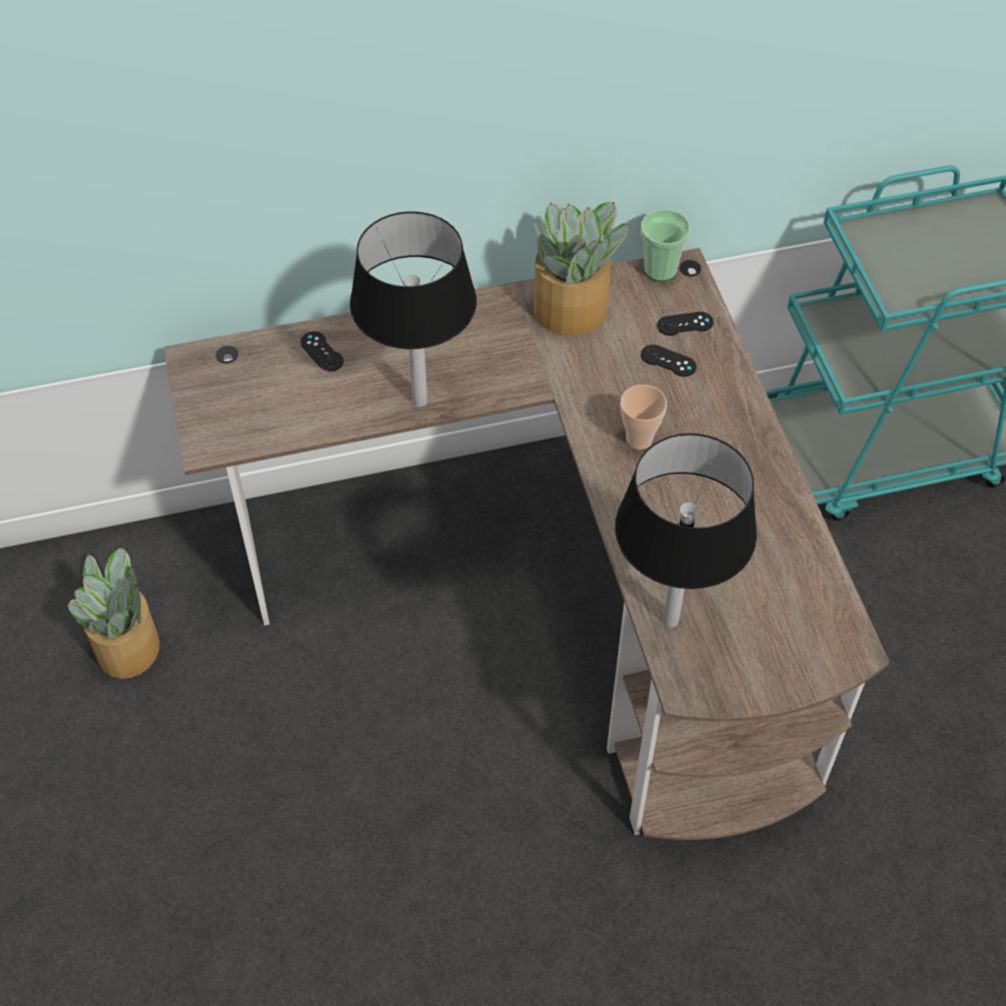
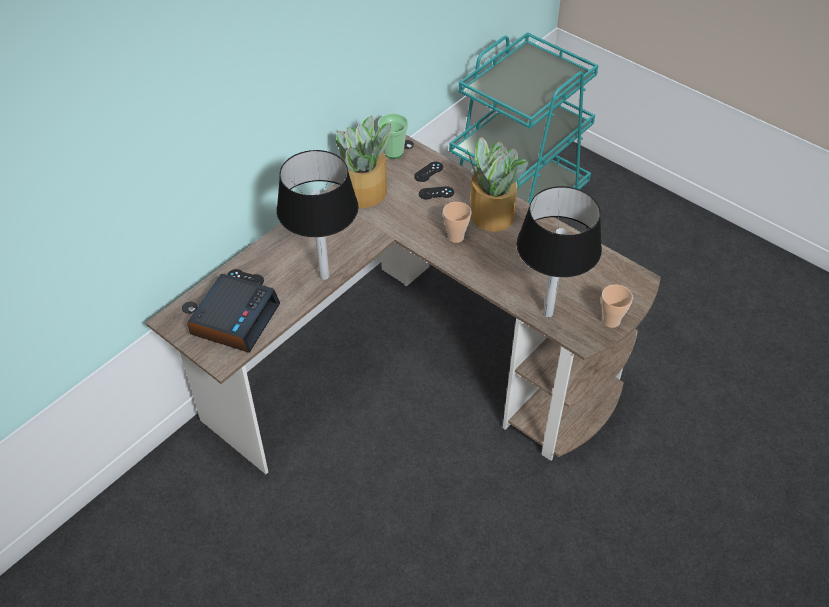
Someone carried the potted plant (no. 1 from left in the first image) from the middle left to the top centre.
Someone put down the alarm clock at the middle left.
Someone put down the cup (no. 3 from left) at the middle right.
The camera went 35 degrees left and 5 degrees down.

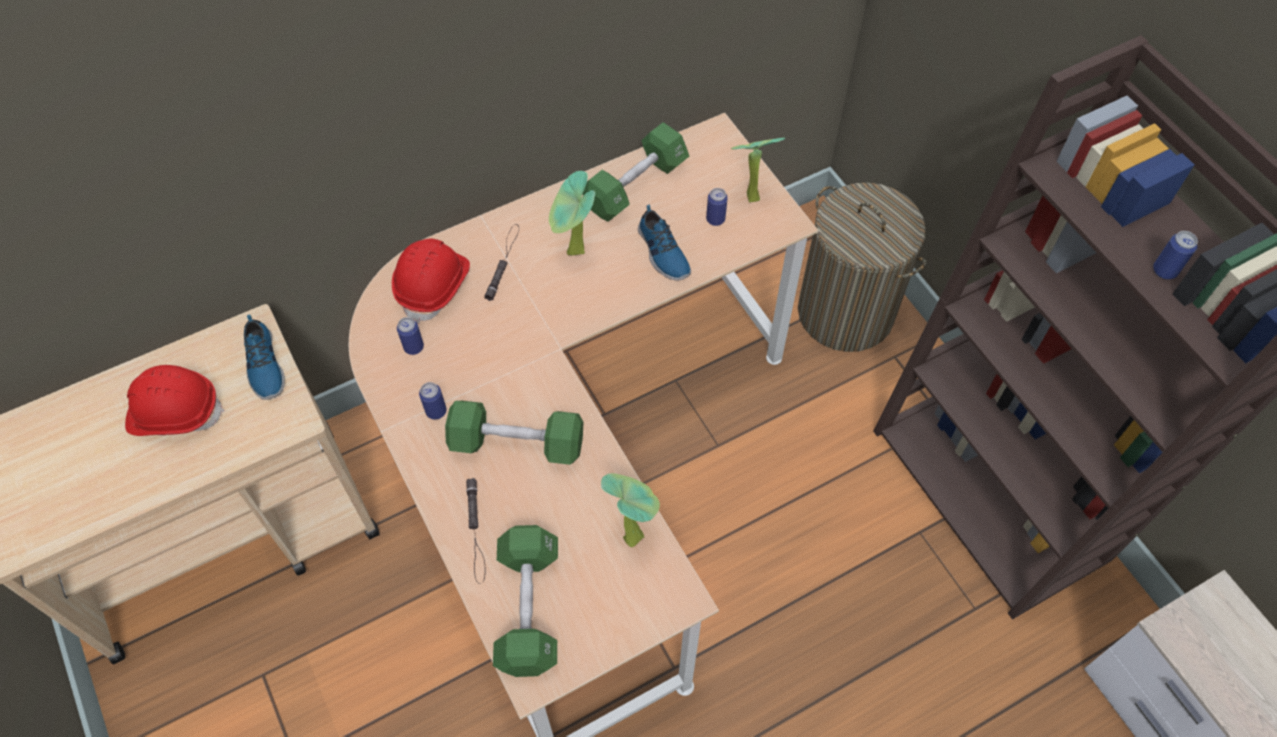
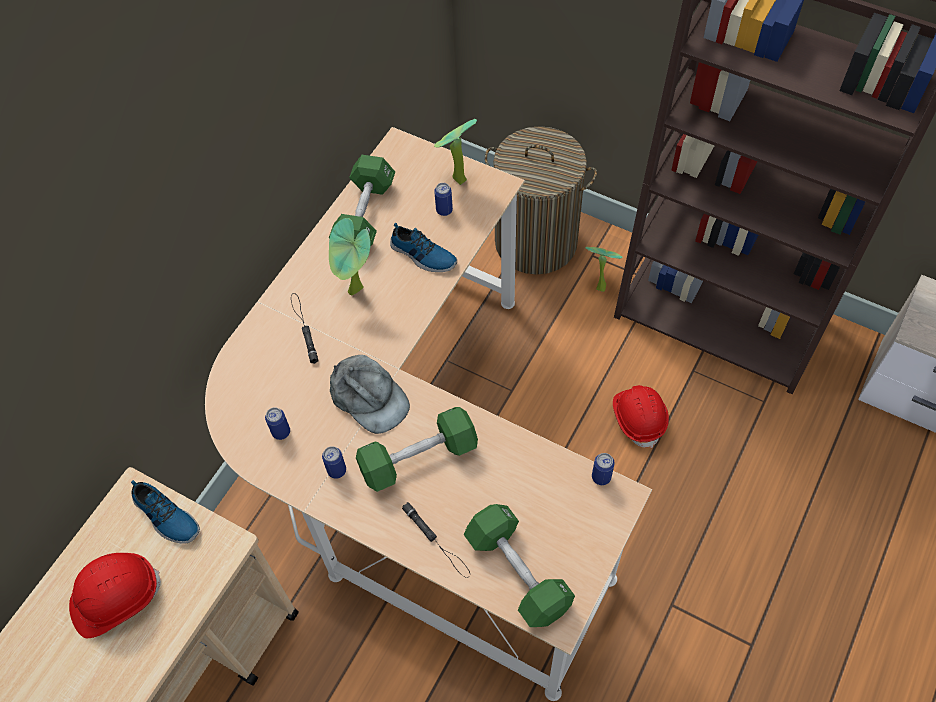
Someone carried the red safety helmet (no. 2 from left) from the centre to the middle right.
Someone carried the potted plant (no. 2 from left in the first image) from the bottom centre to the centre.
Someone carried the can (no. 4 from left) from the middle right to the bottom centre.
Someone put down the greyish peaked cap at the centre.
The camera went 30 degrees left and 0 degrees up.

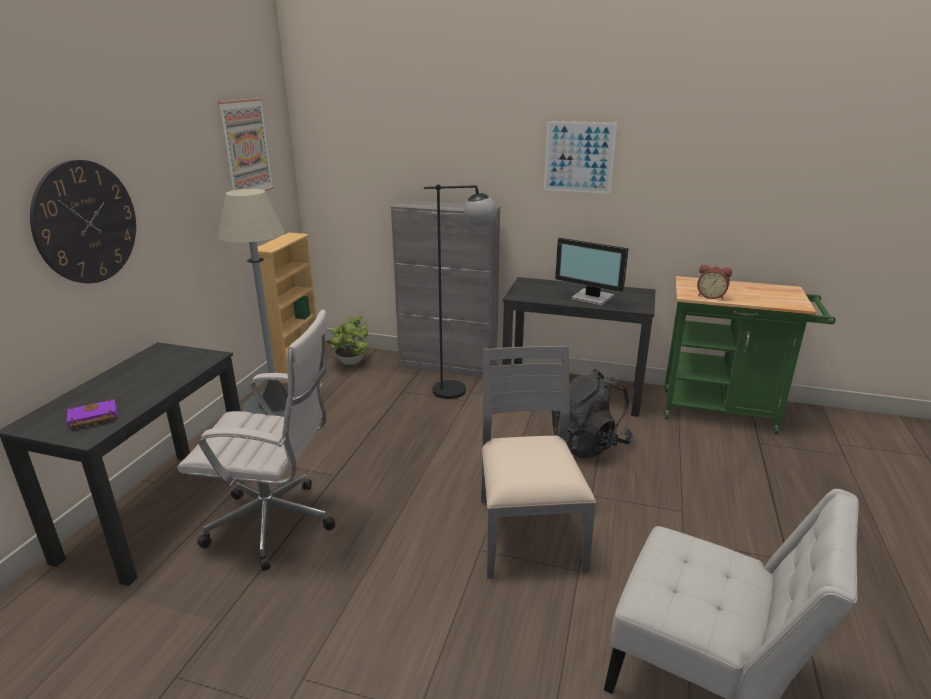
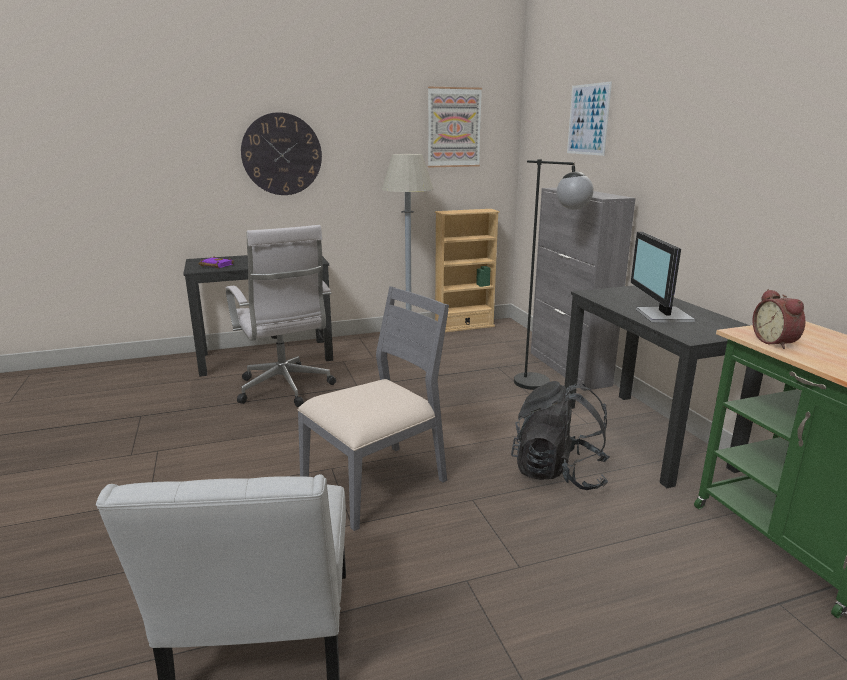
Someone took away the potted plant at the centre.
Someone carried the wall art (no. 2 from left) from the top centre to the top right.
The camera went 55 degrees right and 5 degrees down.

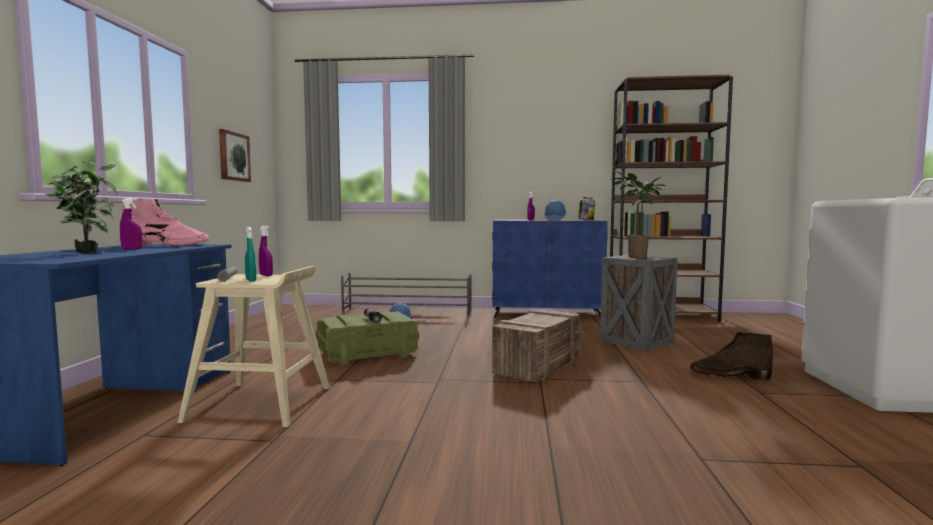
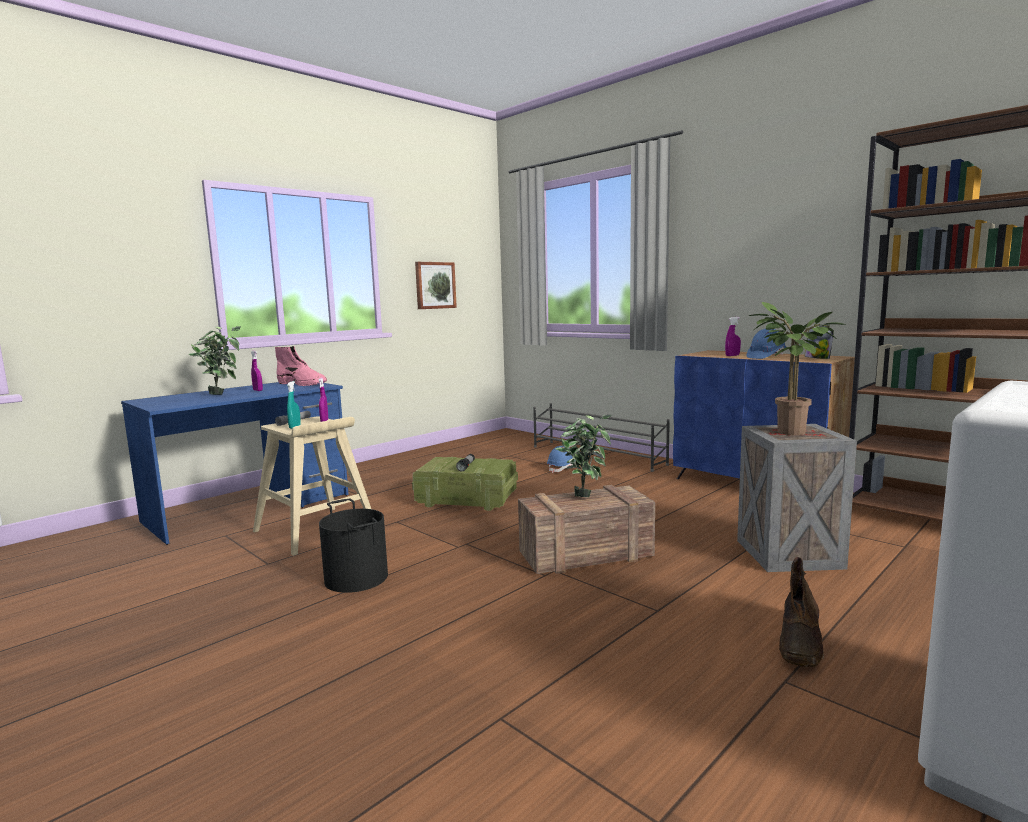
Someone rotated the brownish high-top boot at the bottom right by 120 degrees counterclockwise.
Someone put down the black pail at the centre.
Someone put down the potted plant (no. 2 from left) at the centre.
The camera went 40 degrees right and 5 degrees up.

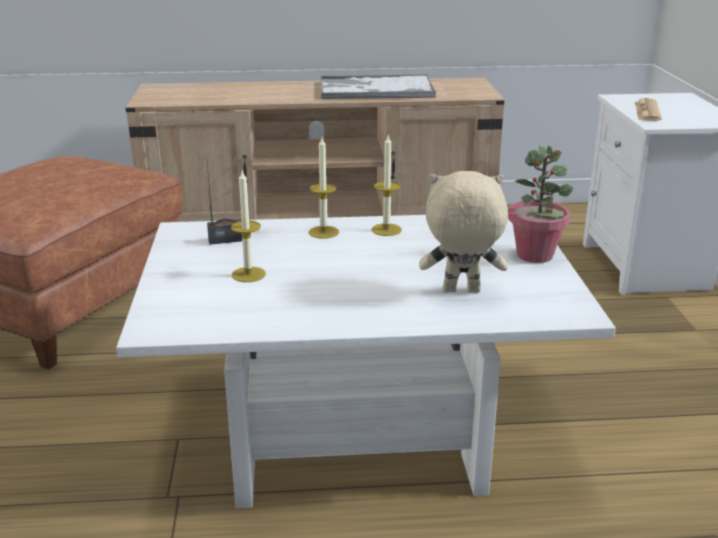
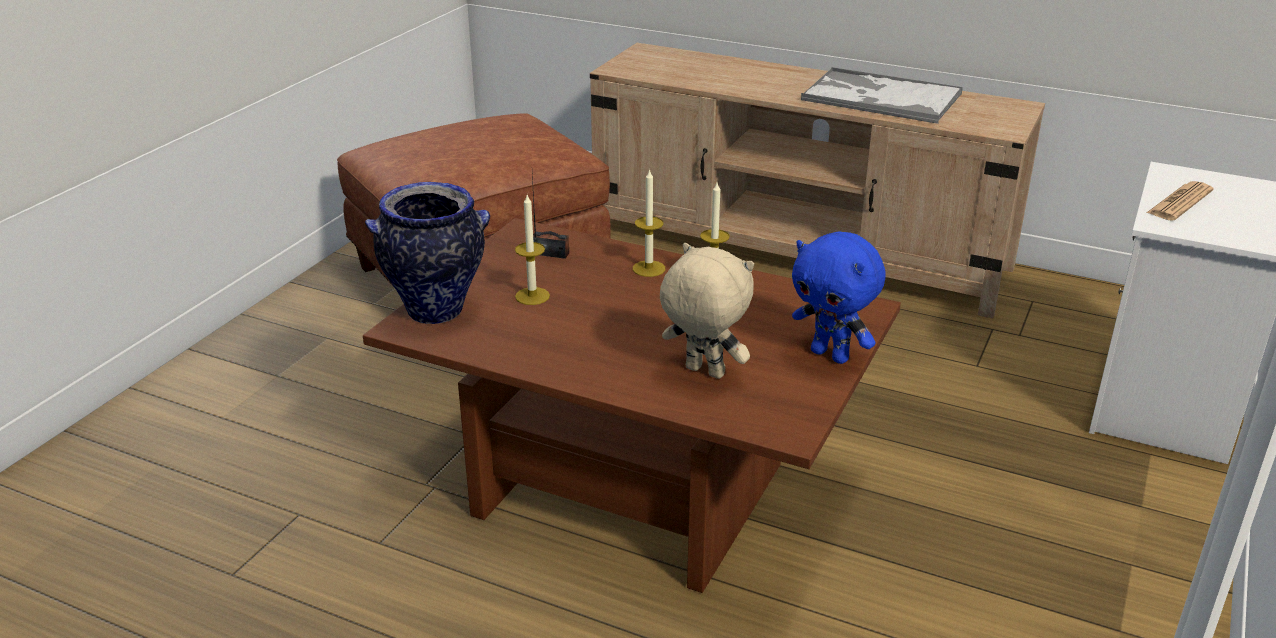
Someone repainted the white-coloured lounge table at the bottom centre, which became the brownish lounge table at the centre.
Someone swapped the potted plant at the middle right for the blue-coloured soft toy at the centre.
Someone put down the vase at the centre.
The camera went 30 degrees right and 5 degrees up.

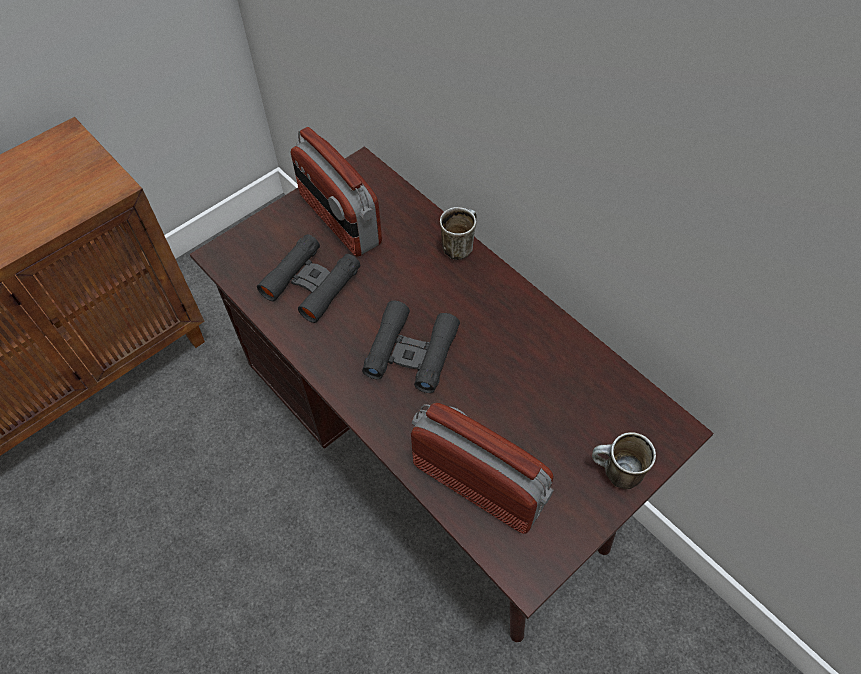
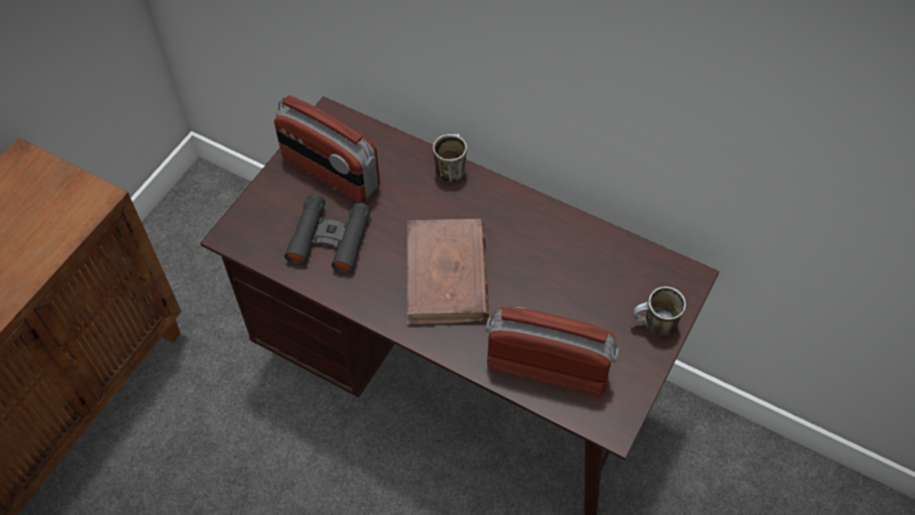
Someone swapped the black field glasses (no. 2 from left) at the centre for the brownish book at the centre.
The camera went 20 degrees left and 0 degrees up.

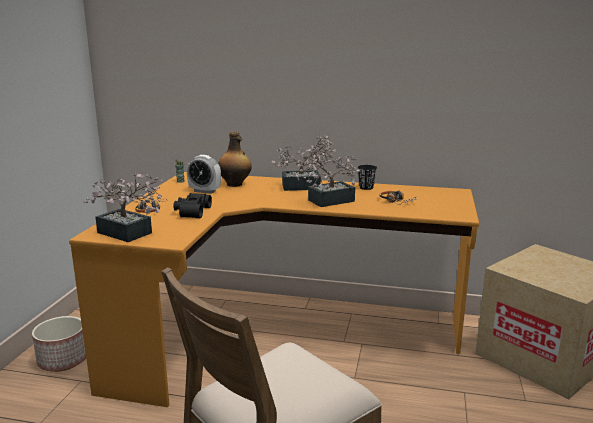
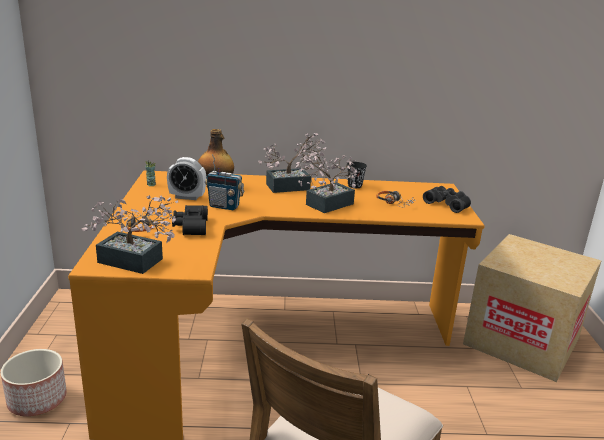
Someone put down the radio set at the centre.
Someone put down the black field glasses (no. 2 from left) at the middle right.
The camera went 15 degrees left and 5 degrees up.

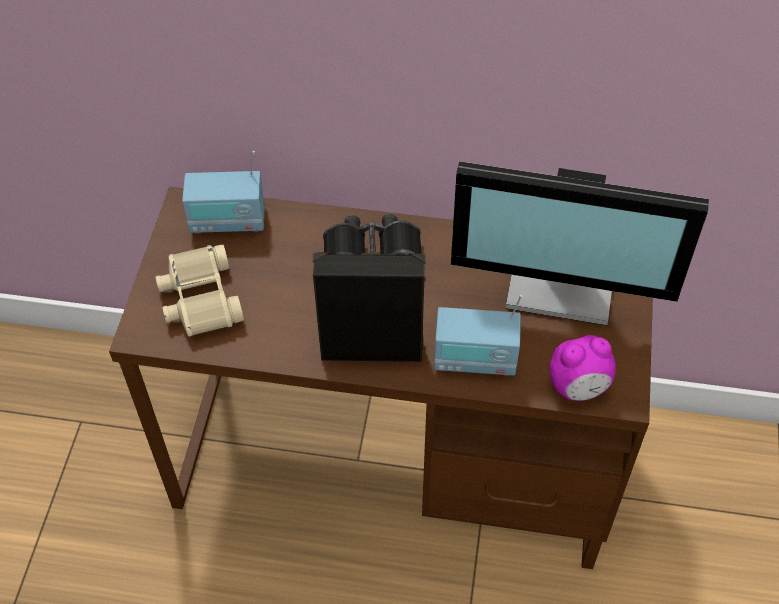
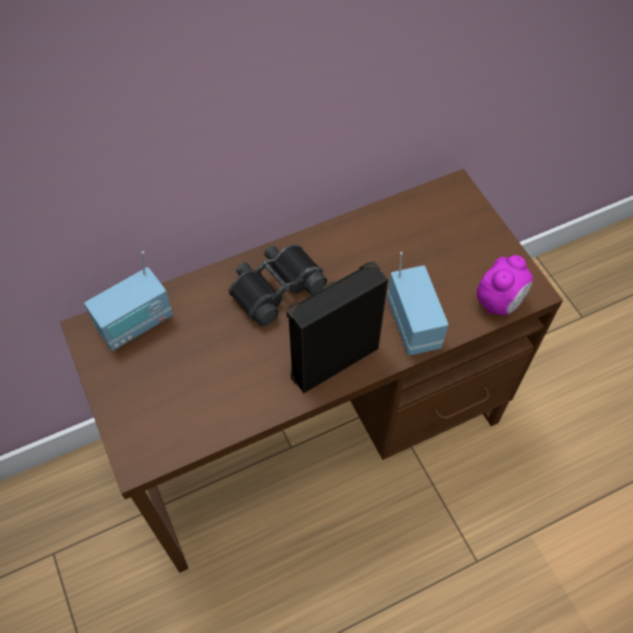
Someone took away the sand-coloured field glasses at the middle left.
Someone rotated the radio set (no. 2 from left) at the centre by 75 degrees counterclockwise.
Someone took away the monitor at the middle right.
The camera went 35 degrees left and 5 degrees up.

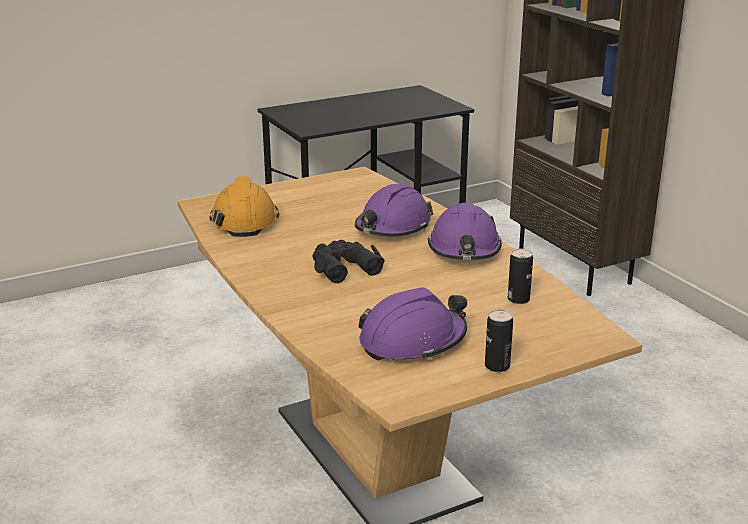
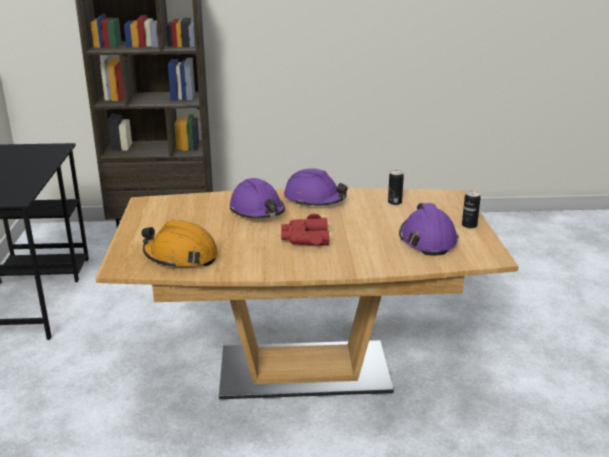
Someone repainted the black field glasses at the centre, which became the red field glasses at the centre.
The camera went 65 degrees left and 0 degrees up.

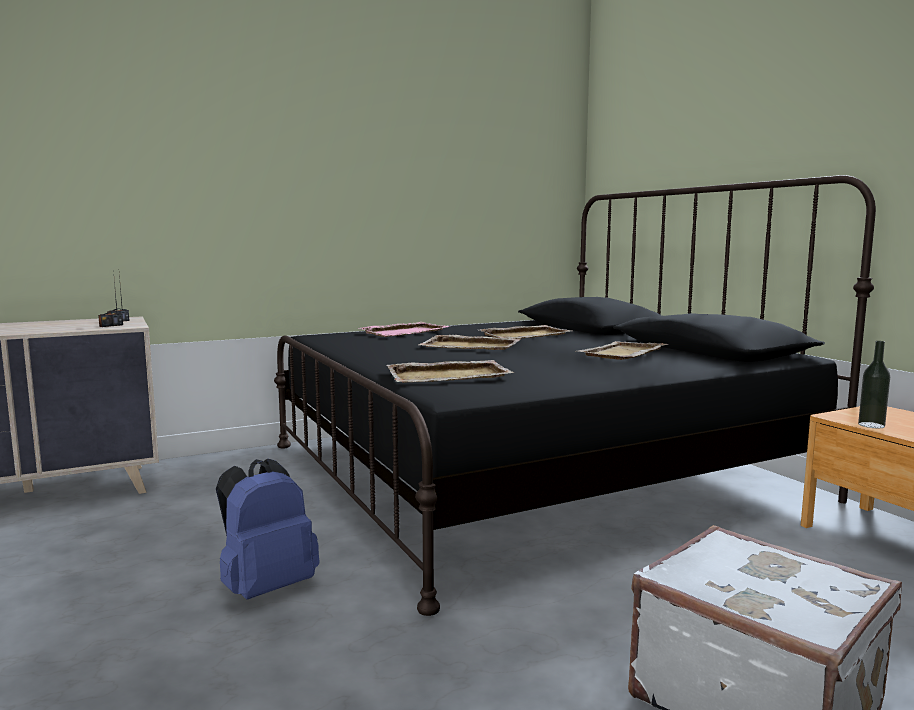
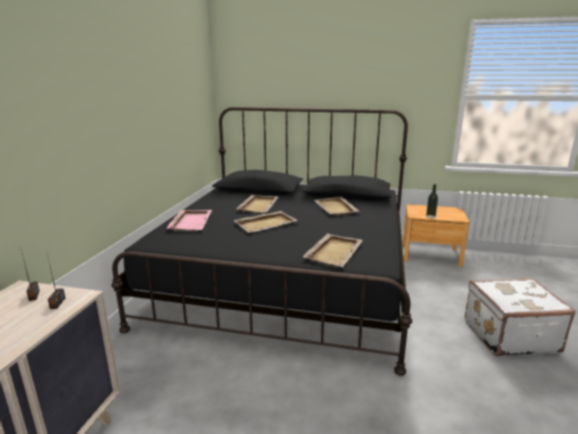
Someone took away the blue-coloured rucksack at the bottom left.
The camera went 50 degrees left and 10 degrees up.

